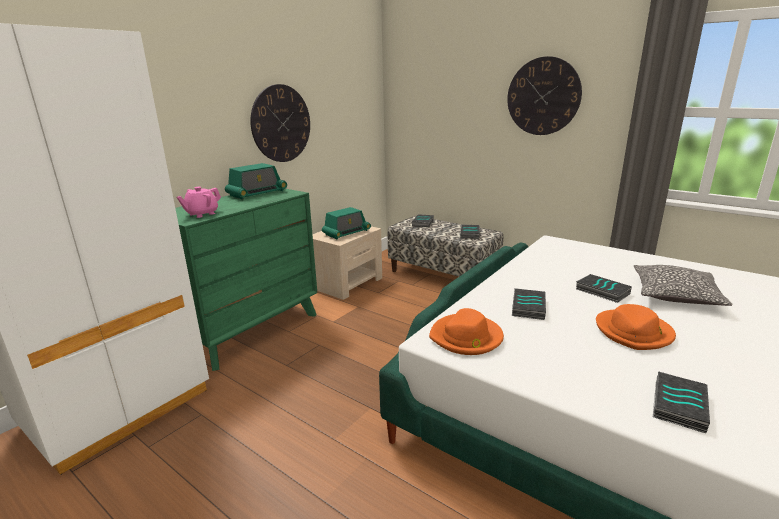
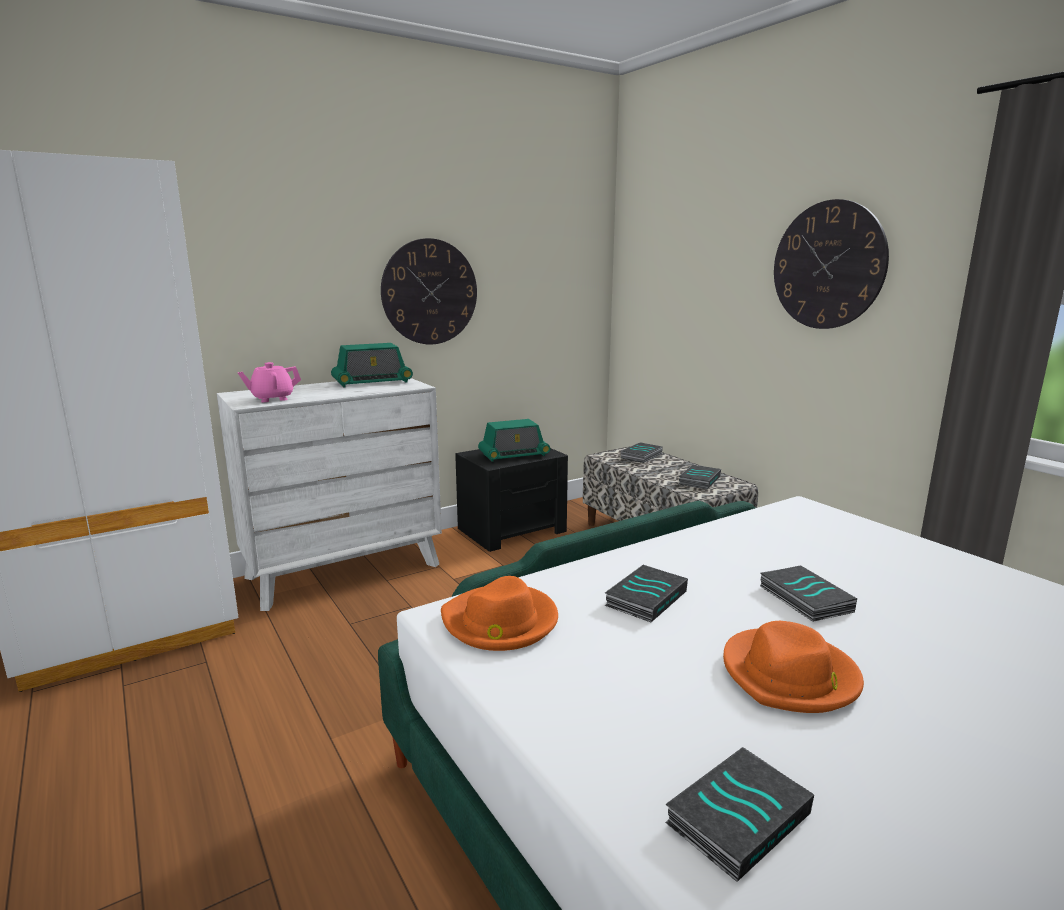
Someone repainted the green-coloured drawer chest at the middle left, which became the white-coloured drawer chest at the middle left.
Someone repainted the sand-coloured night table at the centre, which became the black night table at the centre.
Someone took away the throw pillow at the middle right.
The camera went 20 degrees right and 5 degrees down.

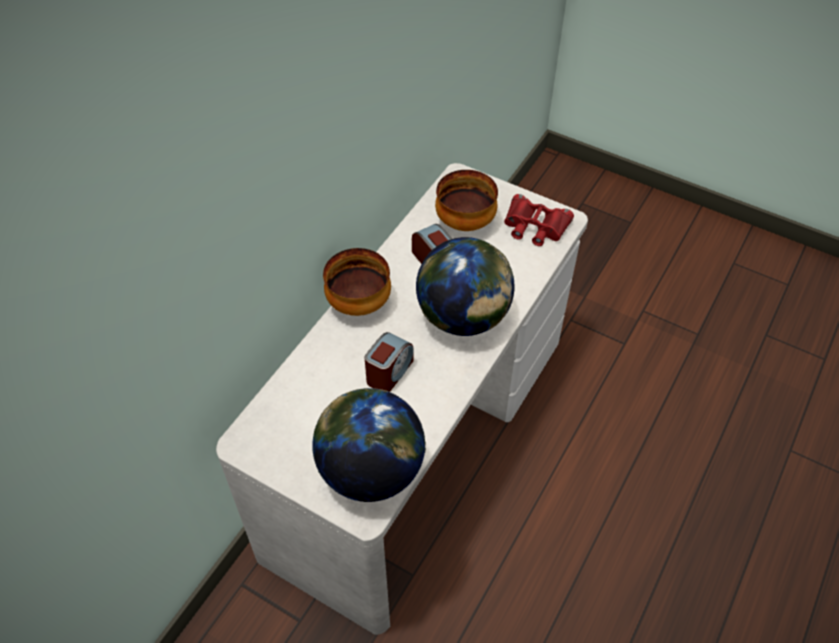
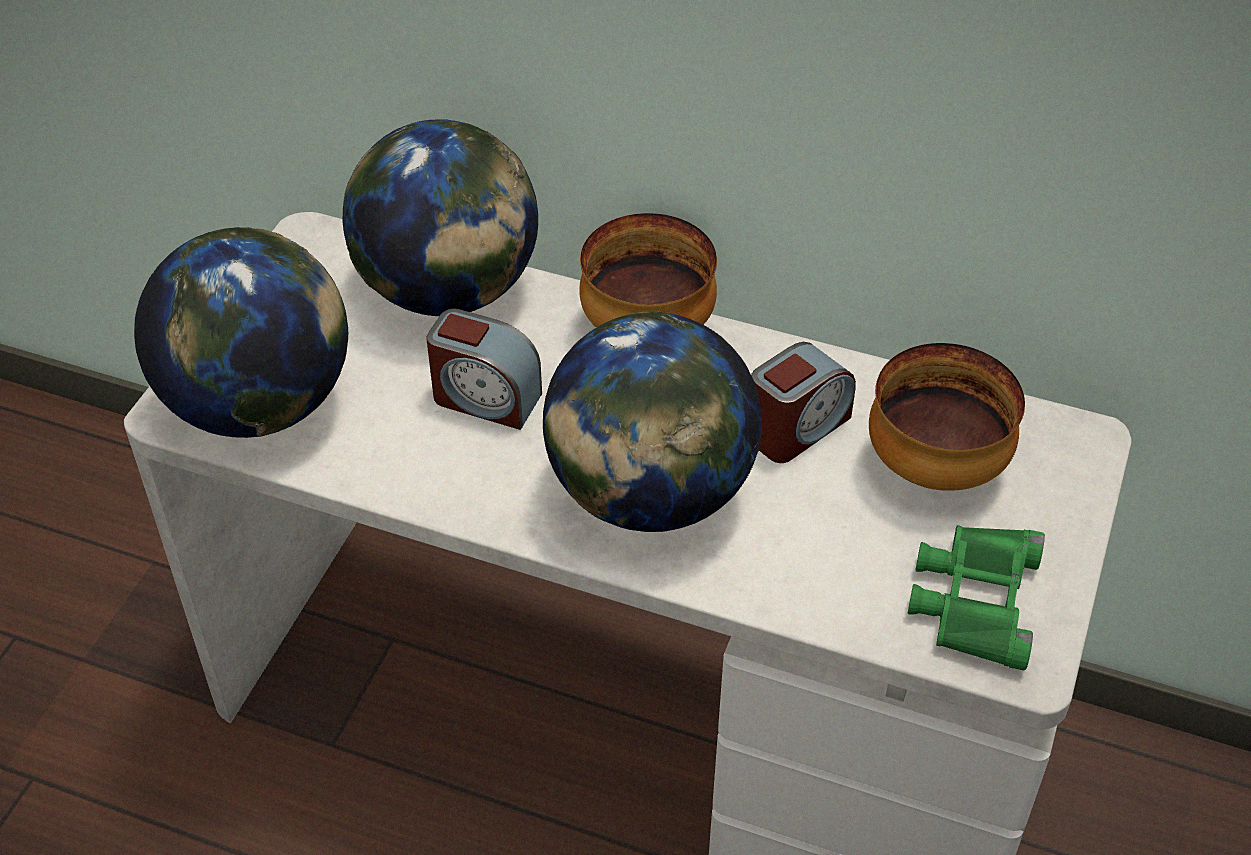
Someone repainted the red field glasses at the centre, which became the green-coloured field glasses at the bottom right.
Someone put down the desk globe (no. 2 from left) at the top centre.
The camera went 80 degrees right and 5 degrees down.

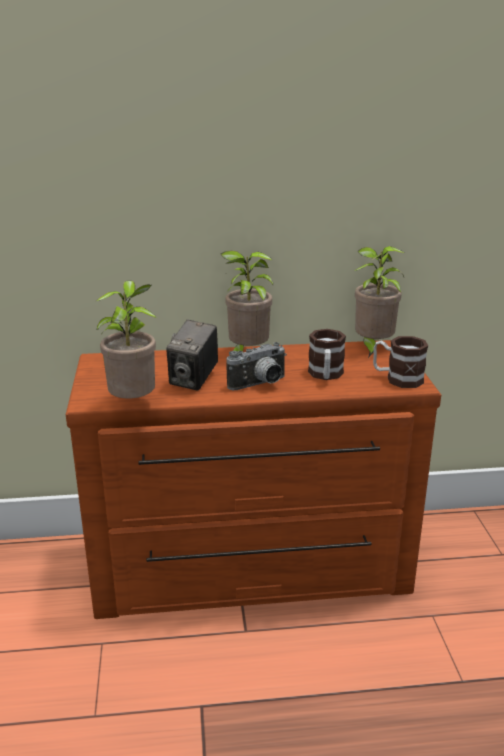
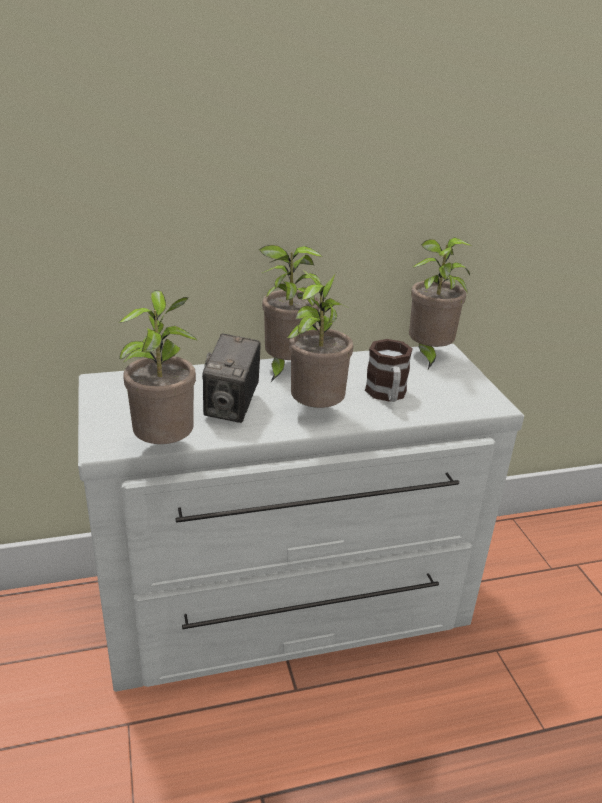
Someone repainted the brownish drawer chest at the centre, which became the white-coloured drawer chest at the centre.
Someone swapped the still camera (no. 2 from left) at the centre for the potted plant (no. 3 from left) at the centre.
Someone took away the tea mug (no. 2 from left) at the middle right.
The camera went 10 degrees left and 5 degrees up.

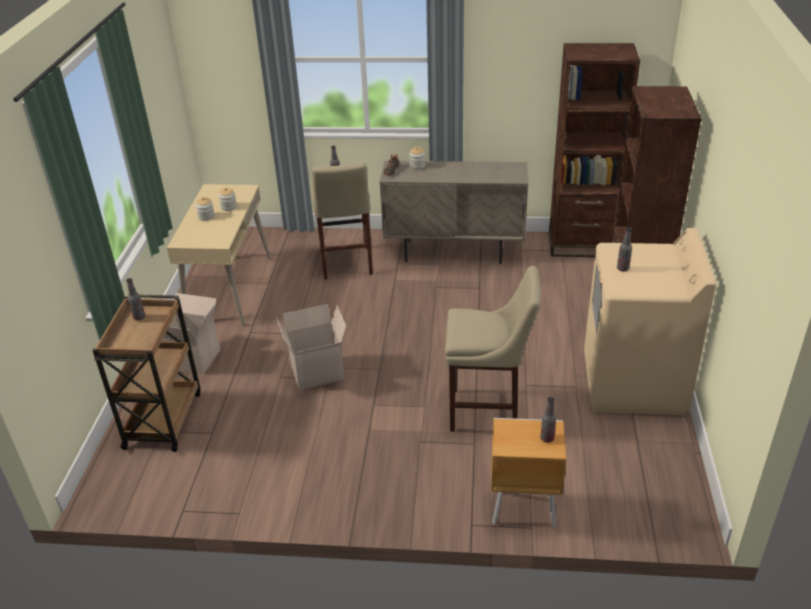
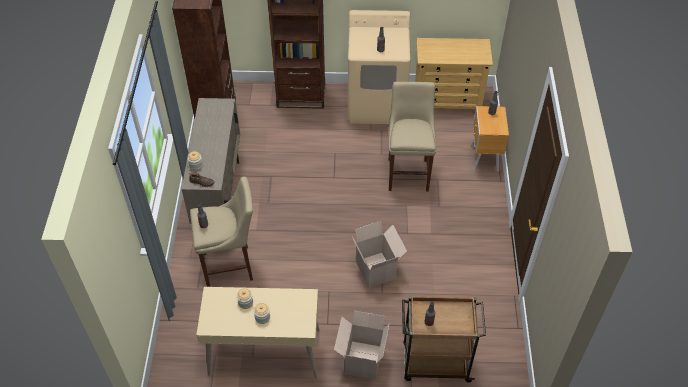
Someone put down the sand-coloured drawer chest at the top centre.
The camera went 95 degrees left and 15 degrees up.

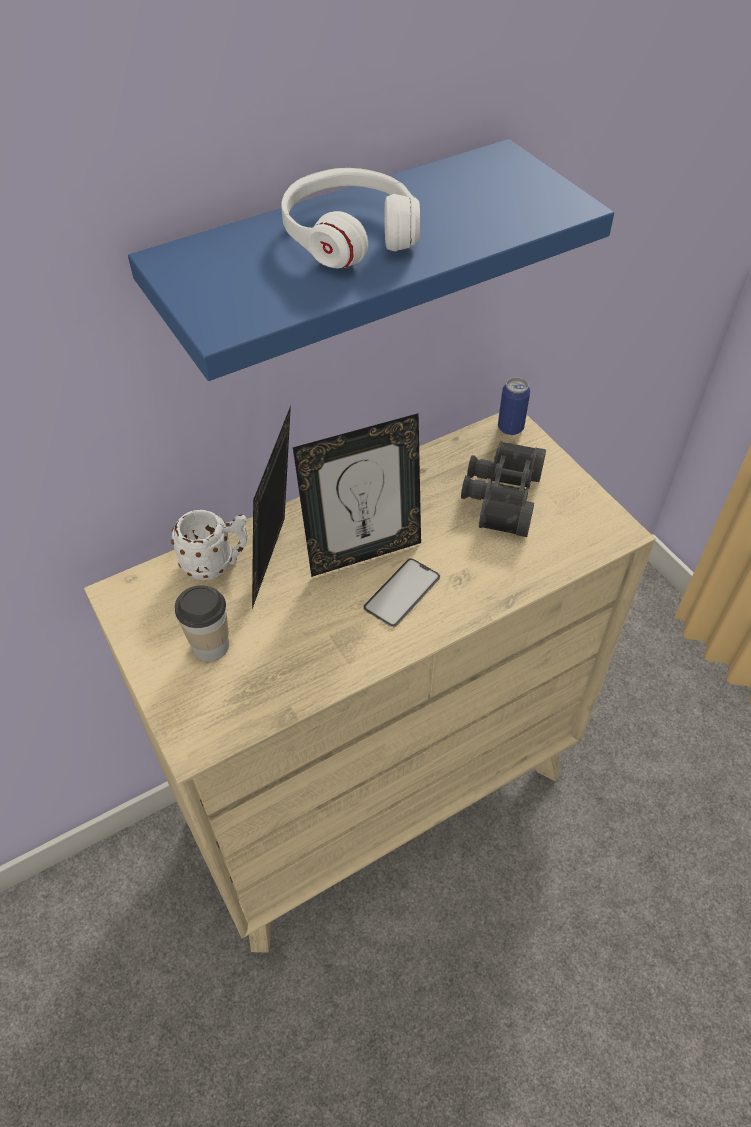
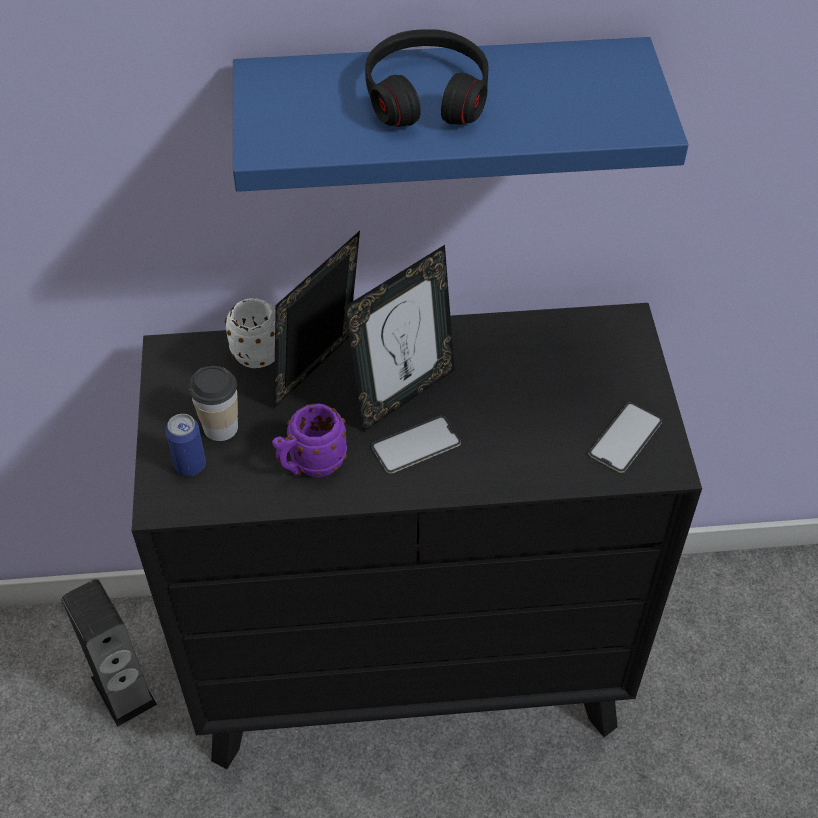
Someone repainted the sand-coloured drawer chest at the centre, which became the black drawer chest at the centre.
Someone repainted the white-coloured pair of headphones at the top centre, which became the black pair of headphones at the top centre.
Someone rotated the standing frame (no. 2 from left) at the centre by 45 degrees counterclockwise.
Someone took away the black field glasses at the middle right.
Someone carried the can from the middle right to the middle left.
Someone put down the audio speaker at the bottom left.
Someone put down the purplish tea mug at the centre.
Someone put down the phone (no. 2 from left) at the middle right.
The camera went 25 degrees right and 0 degrees up.

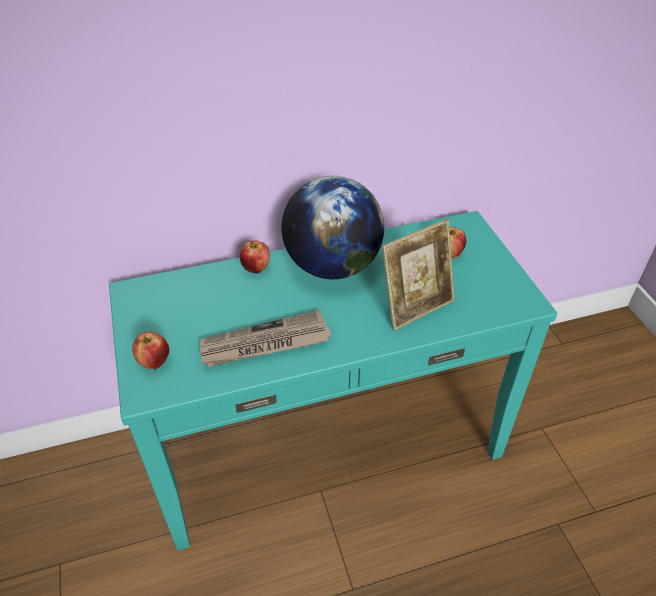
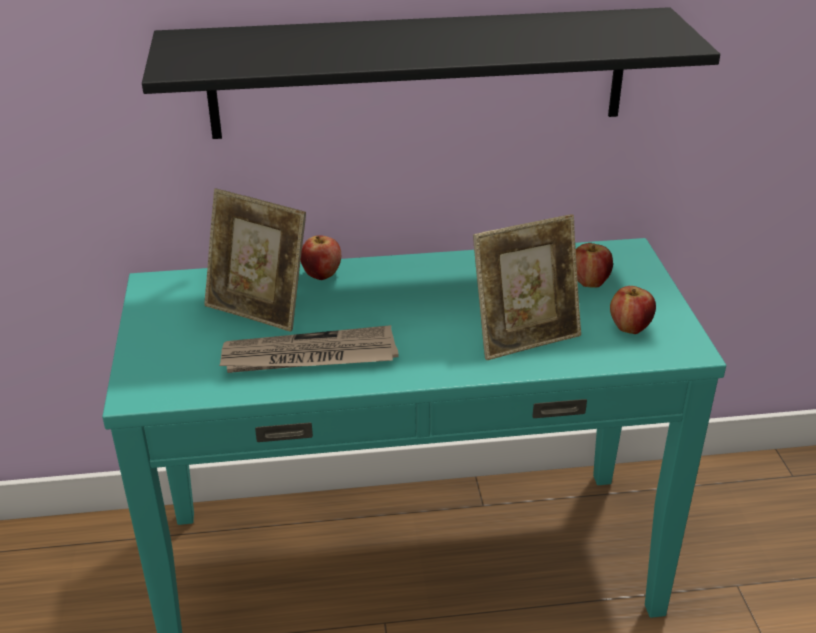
Someone carried the whole apple (no. 1 from left in the first image) from the middle left to the middle right.
Someone took away the desk globe at the centre.
Someone put up the black shelf at the top centre.
Someone put down the standing frame (no. 1 from left) at the middle left.
The camera went 10 degrees right and 10 degrees down.

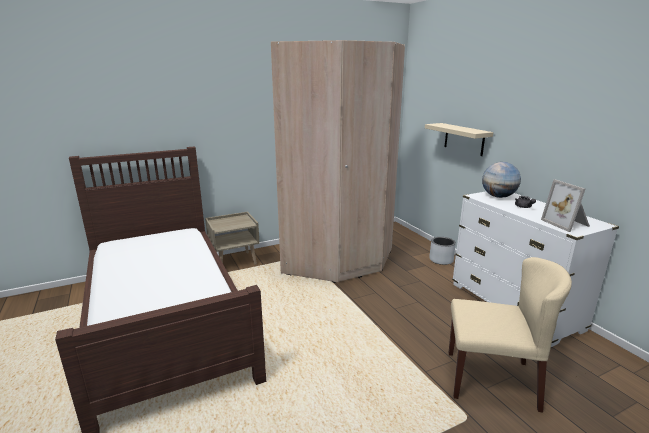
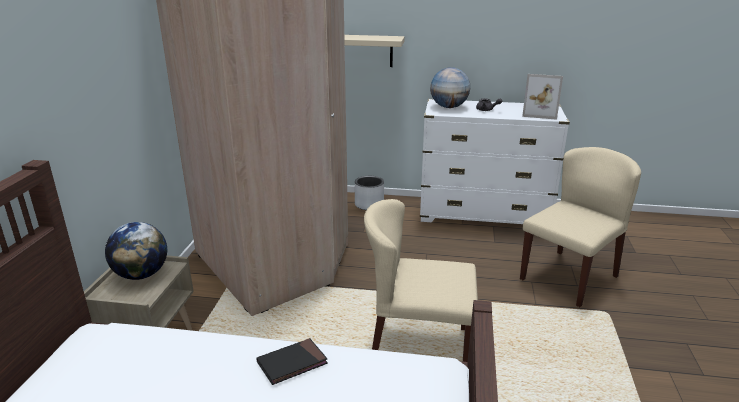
Someone put down the desk globe (no. 1 from left) at the middle left.
Someone put down the black book at the bottom centre.
Someone put down the sand-coloured upright chair (no. 1 from left) at the bottom centre.
The camera went 55 degrees left and 5 degrees up.

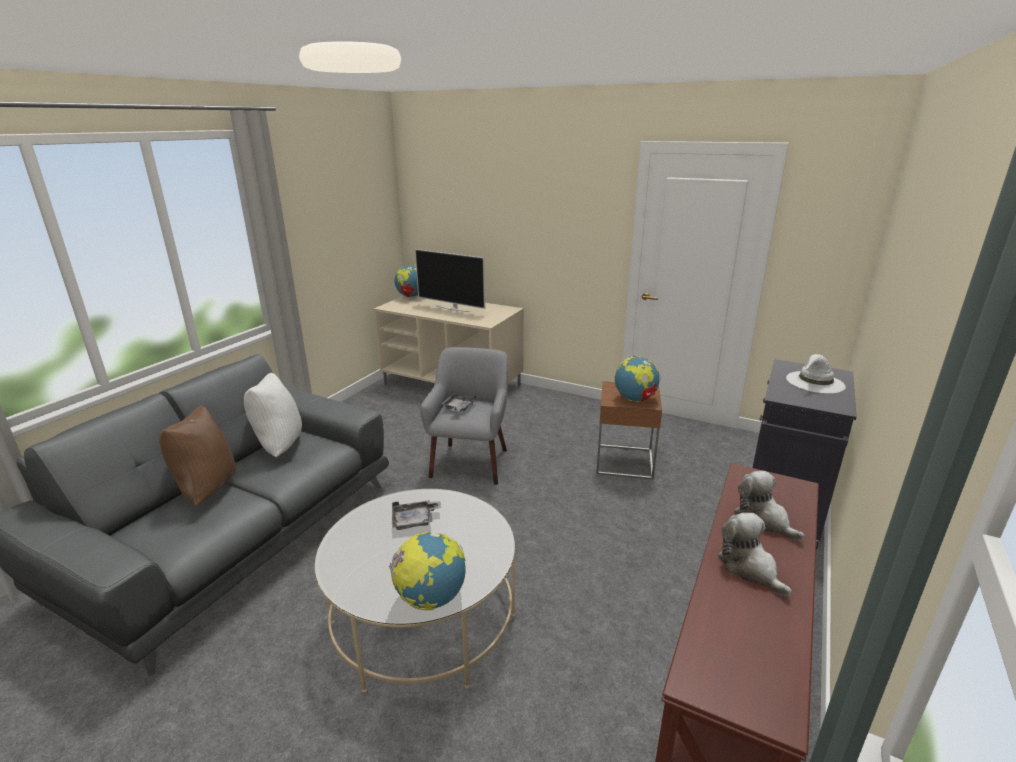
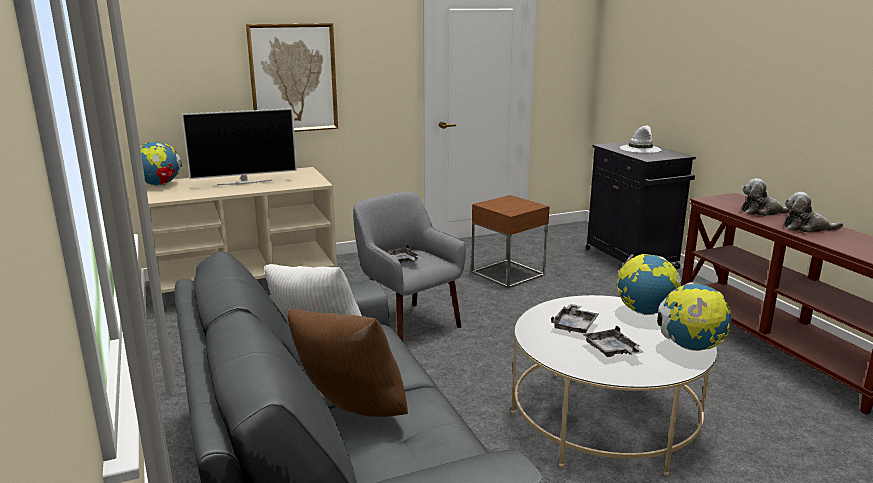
Someone carried the desk globe (no. 3 from left in the first image) from the centre to the middle right.
Someone put up the wall art at the top centre.
Someone put down the greyish tray (no. 3 from left) at the bottom right.
The camera went 50 degrees left and 5 degrees down.

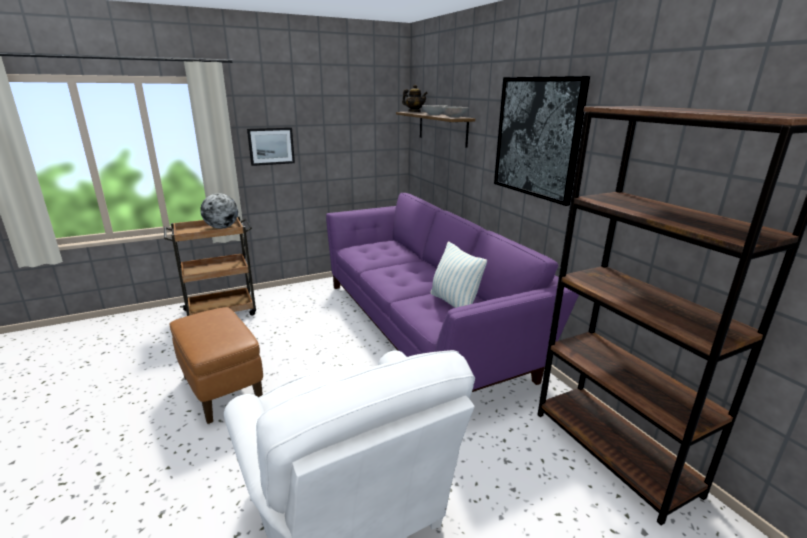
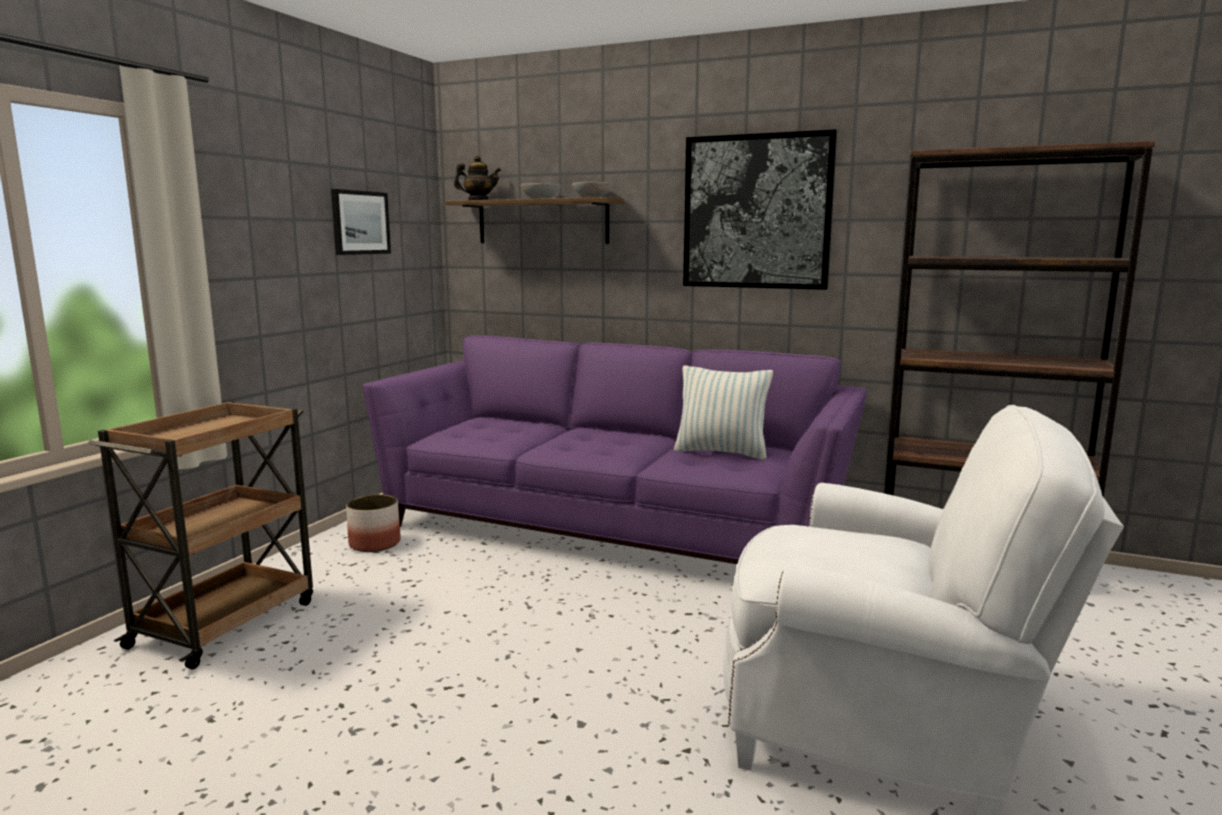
Someone took away the brownish pouffe at the bottom left.
Someone took away the desk globe at the middle left.
Someone carried the wall art (no. 1 from left) from the top centre to the top left.
Someone put down the plant pot at the middle left.
The camera went 40 degrees left and 10 degrees down.

